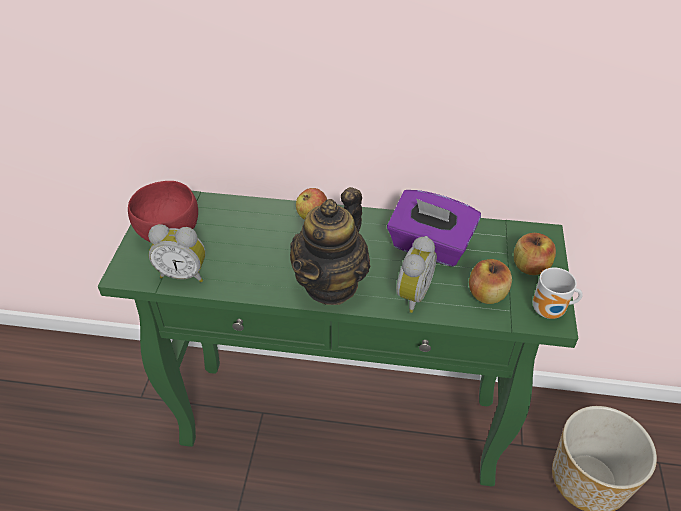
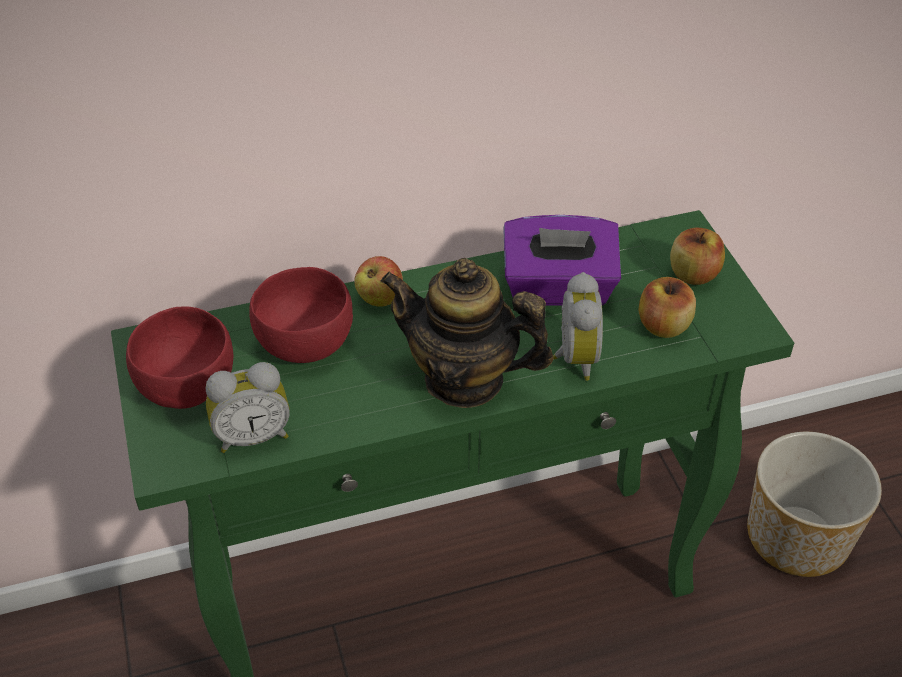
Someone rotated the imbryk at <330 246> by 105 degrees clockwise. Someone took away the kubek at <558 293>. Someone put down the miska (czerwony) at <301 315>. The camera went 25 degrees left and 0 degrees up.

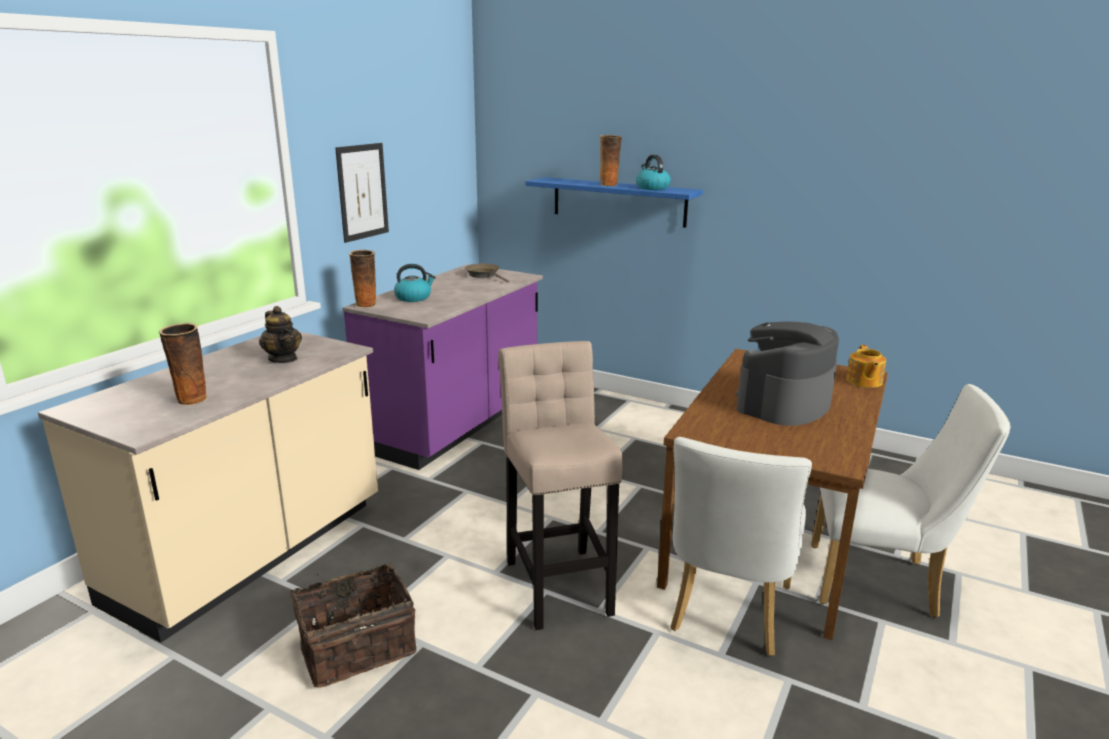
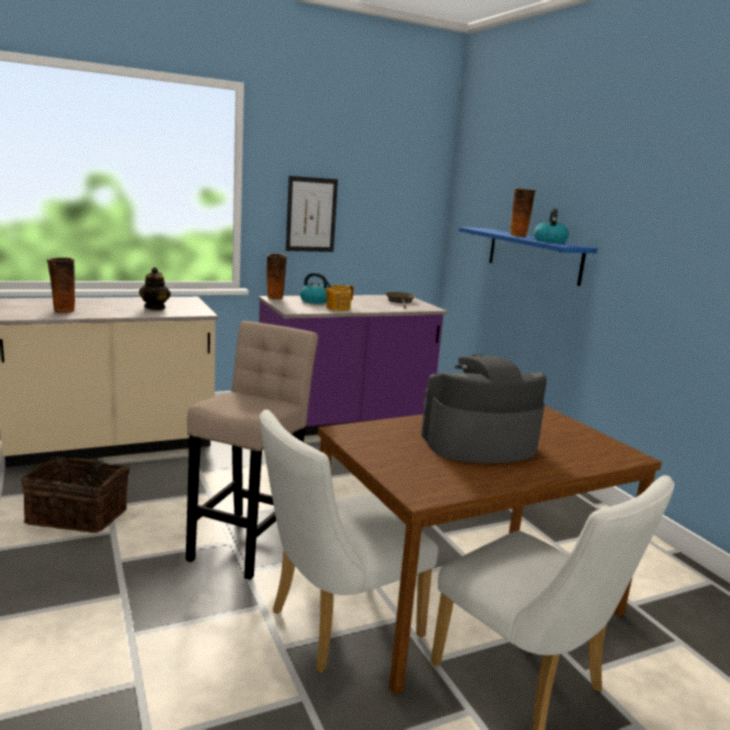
Someone carried the imbryk from <866 366> to <339 298>. The camera went 35 degrees right and 5 degrees down.

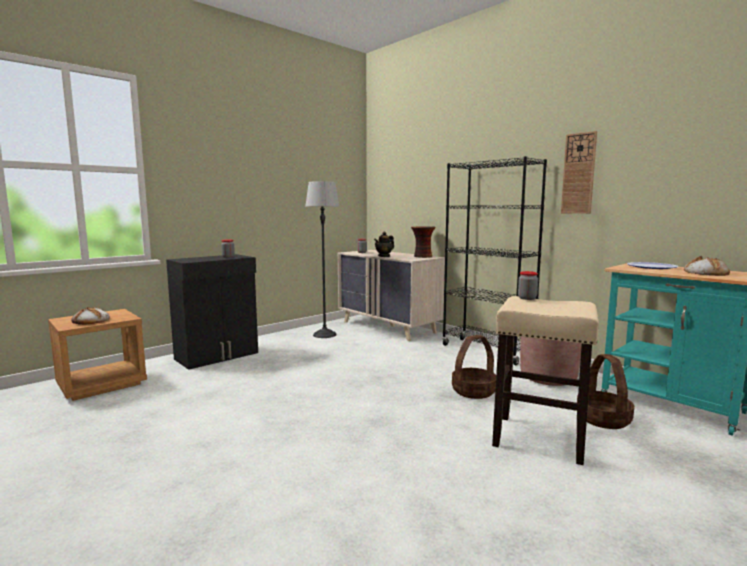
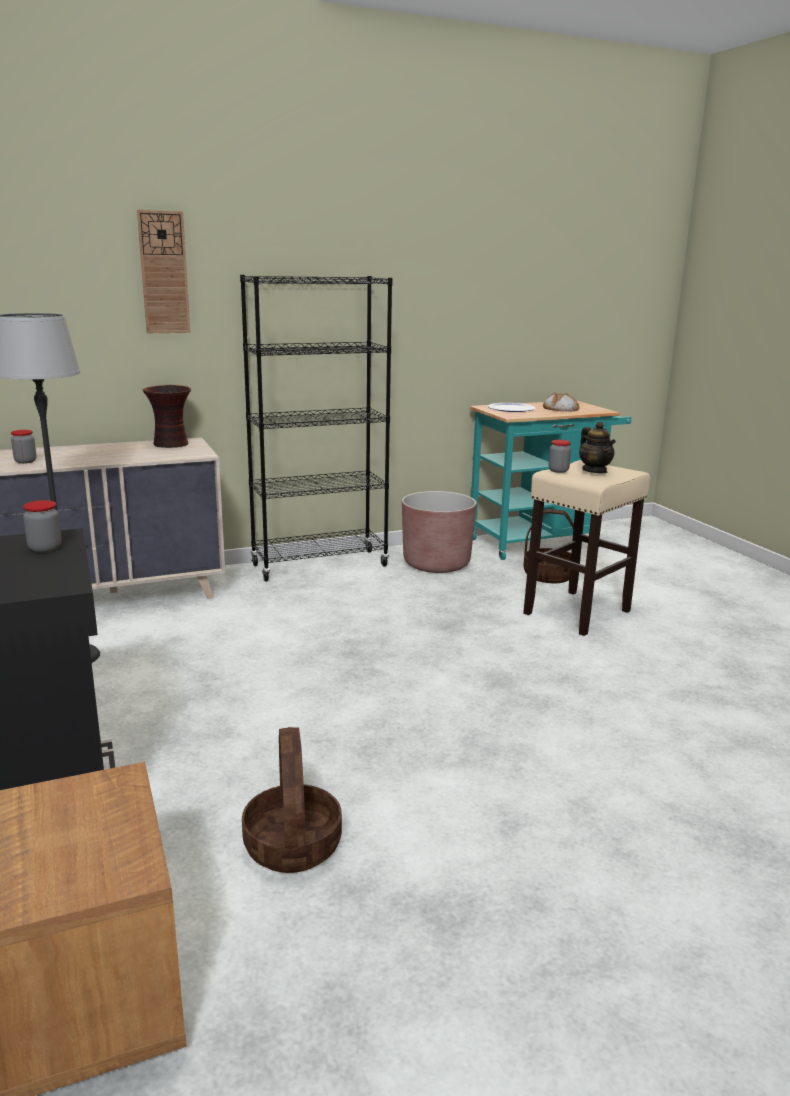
Someone took away the chleb at <90 316>. Someone carried the imbryk from <384 244> to <597 448>. Someone carried the koszyk from <474 367> to <292 800>. Someone carried the zegar ścienny from <579 172> to <164 271>. The camera went 70 degrees left and 10 degrees up.

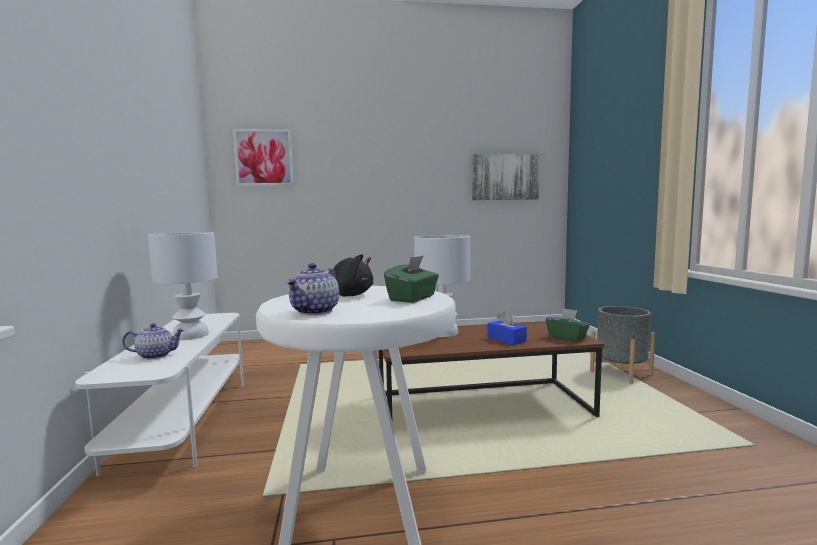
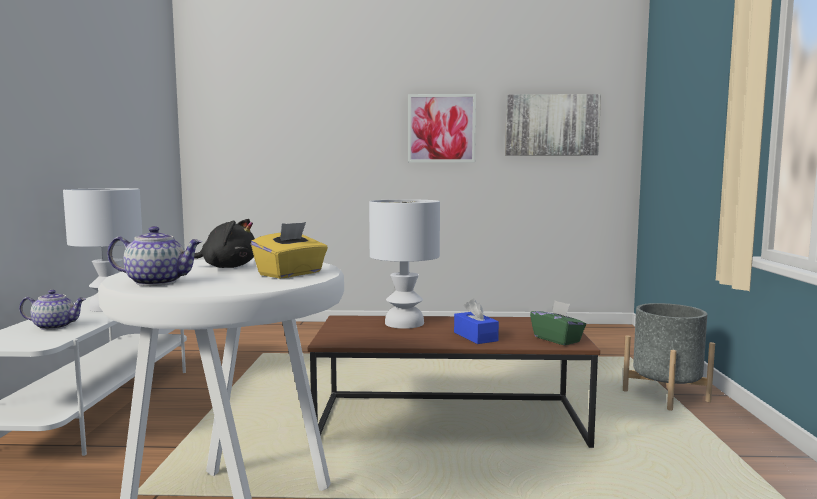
Someone carried the obraz from <263 157> to <442 128>. Someone rotated the imbryk at <312 289> by 120 degrees counterclockwise. Someone repainted the pudełko chusteczek (zielony) at <411 279>, which became the pudełko chusteczek (żółty) at <289 250>. The camera went 10 degrees right and 0 degrees up.

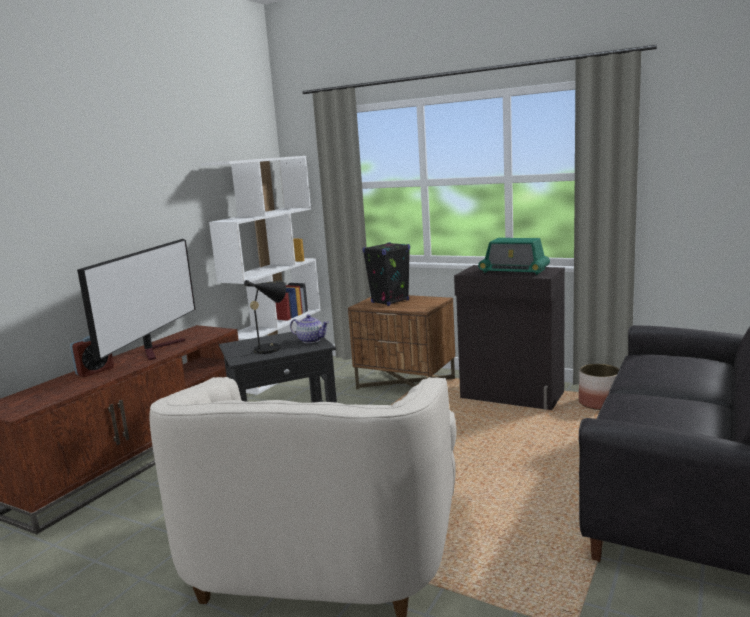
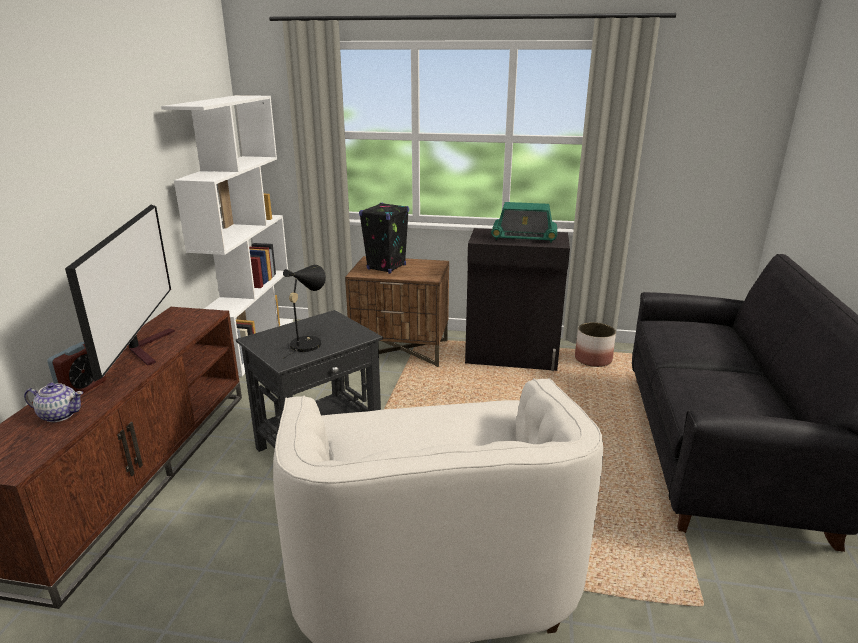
Someone carried the imbryk from <309 329> to <53 402>. The camera went 20 degrees left and 10 degrees up.

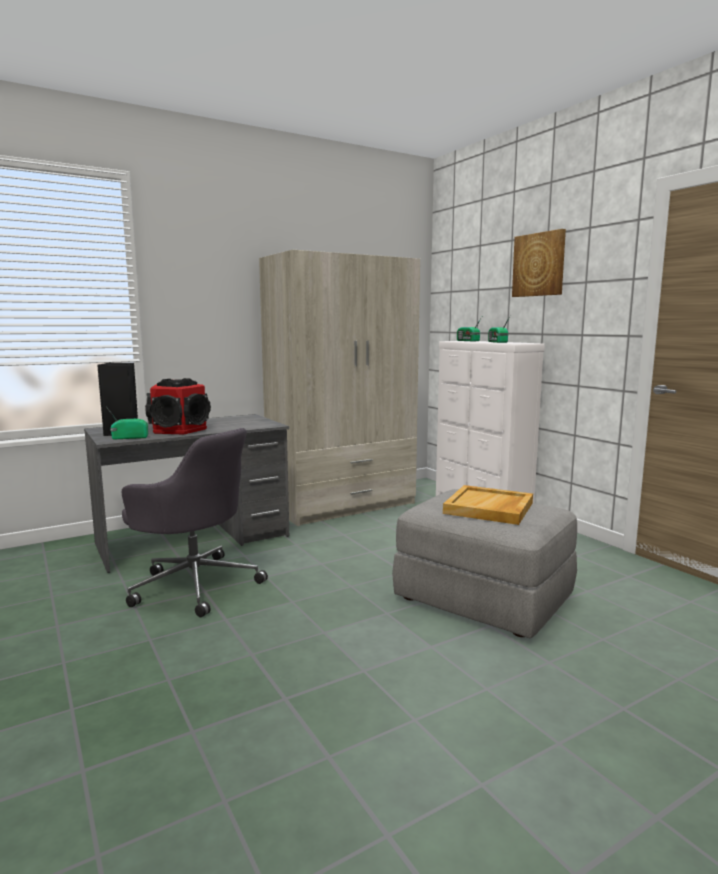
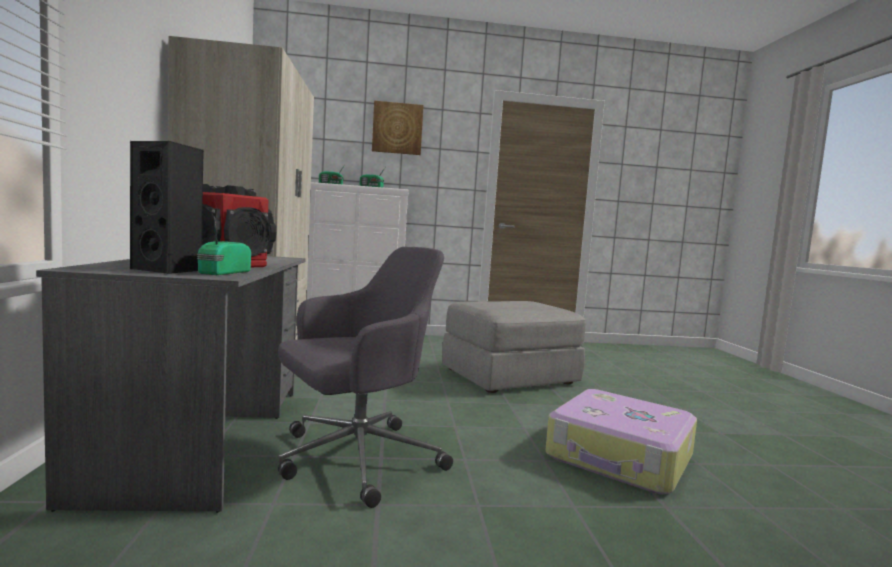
Someone took away the taca (beżowy) at <488 505>. Someone put down the walizka at <621 441>. The camera went 65 degrees left and 5 degrees down.

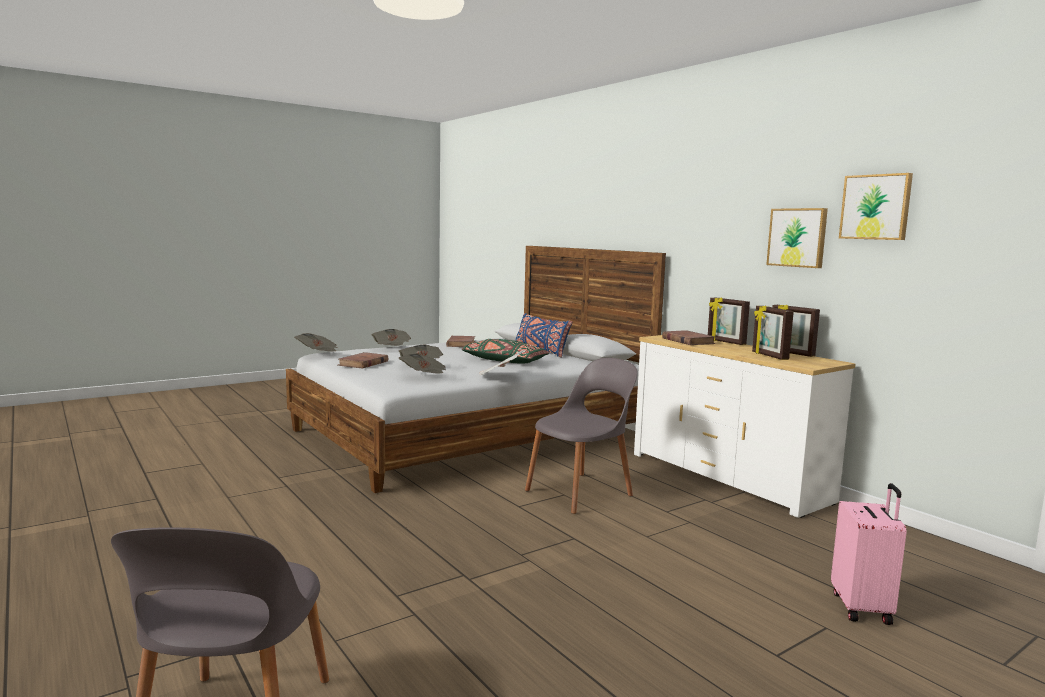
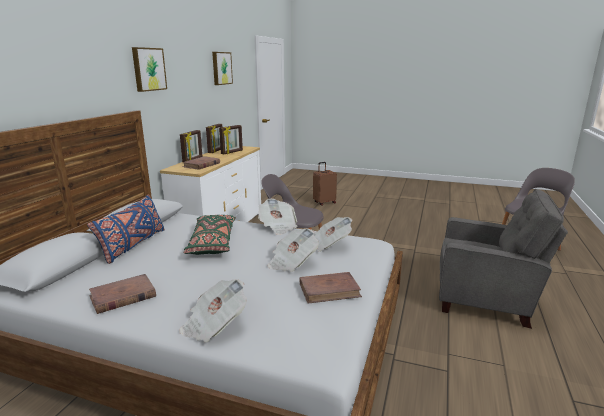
Someone took away the gazeta at <315 342>. Someone carried the obraz from <797 238> to <149 69>. Someone repainted the walizka (różowy) at <869 554>, which became the walizka (brązowy) at <325 184>. Someone put down the fotel (szary) at <503 259>. The camera went 125 degrees left and 10 degrees up.

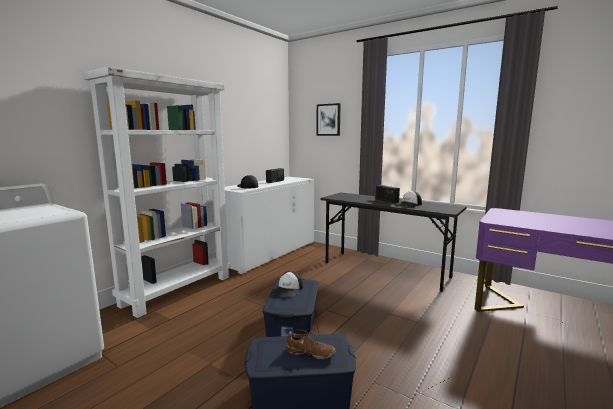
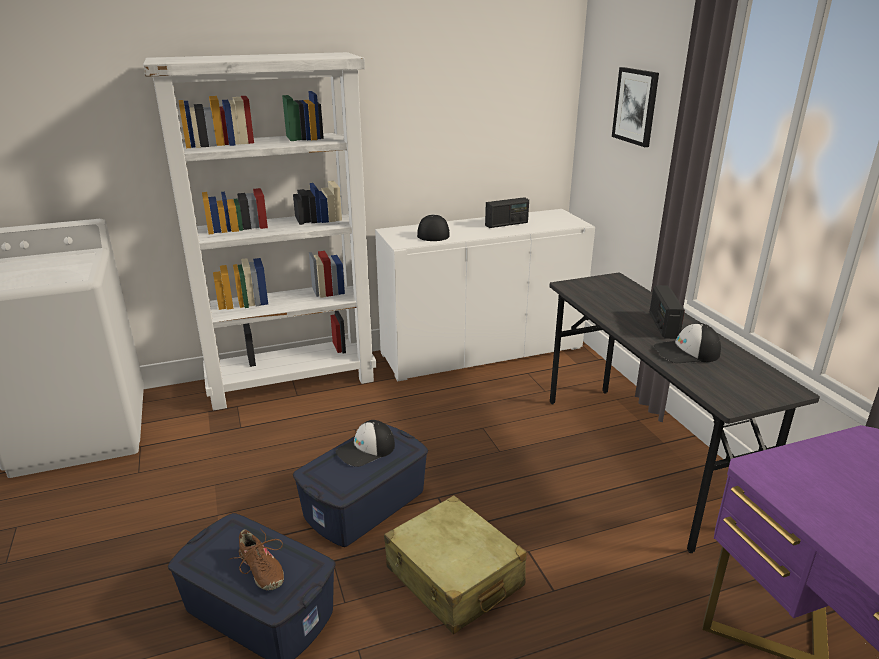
Someone put down the walizka (beżowy) at <455 564>. The camera went 35 degrees right and 15 degrees up.

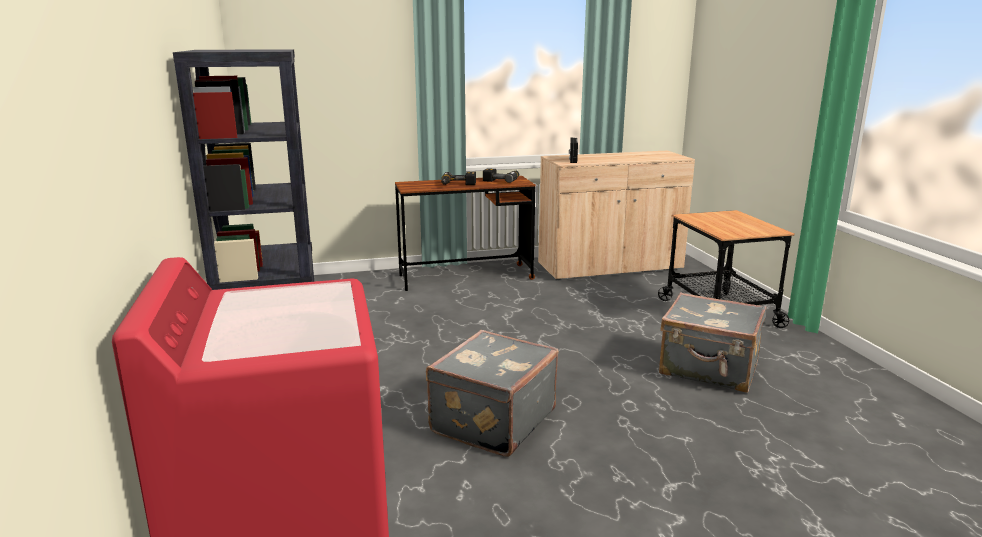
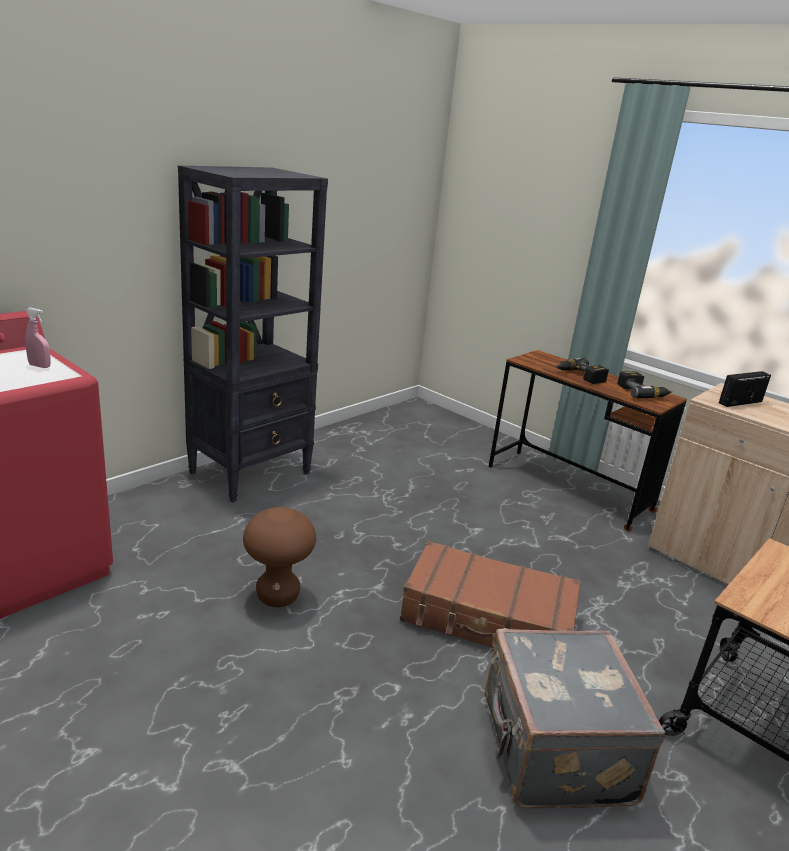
Someone swapped the walizka (szary) at <492 393> for the stołek (brązowy) at <279 557>. Someone put down the spryskiwacz (różowy) at <38 338>. Someone put down the walizka (brązowy) at <490 594>. The camera went 55 degrees right and 5 degrees up.

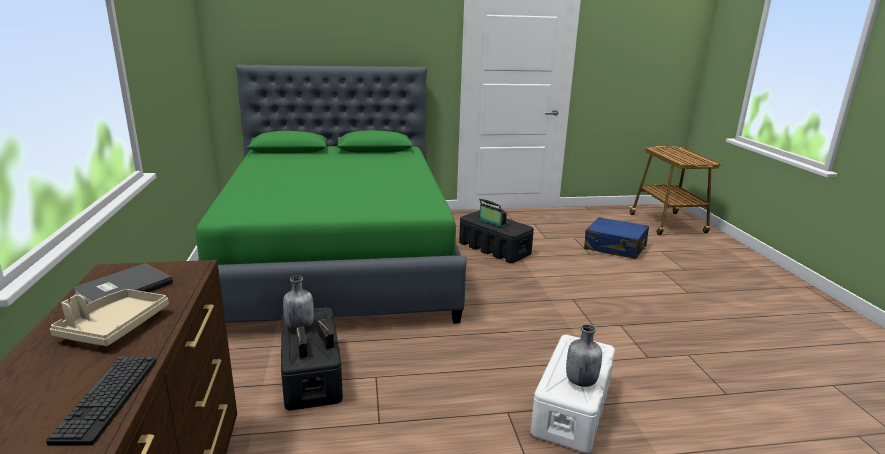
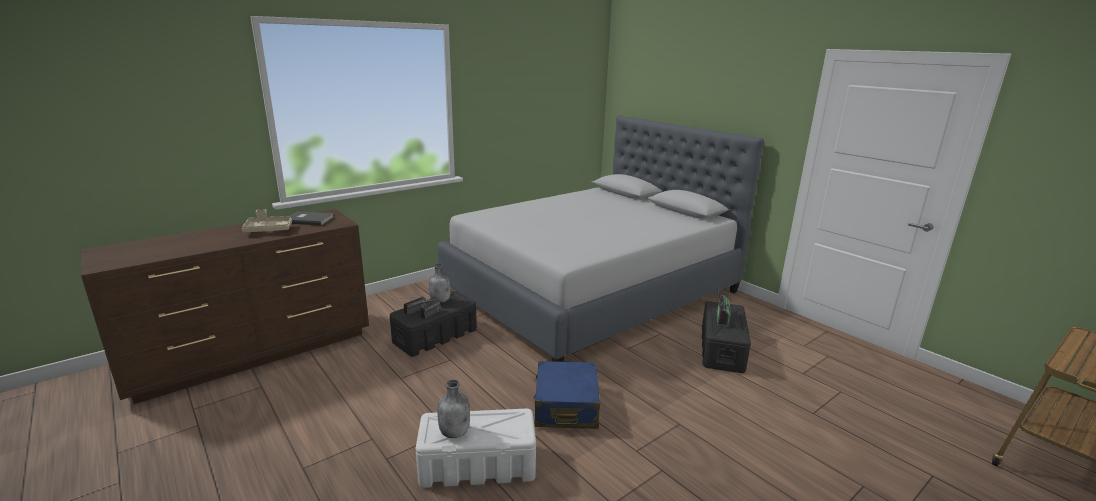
Someone took away the klawiatura at <101 401>. Someone repainted the łóżko (zielony) at <331 194>, which became the łóżko (szary) at <601 239>. Someone carried the walizka (niebieski) from <616 238> to <567 395>. The camera went 60 degrees right and 0 degrees up.

